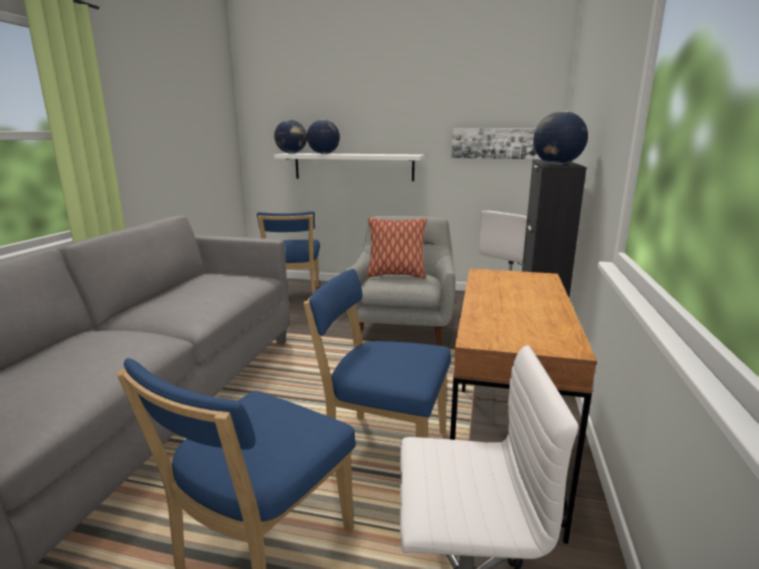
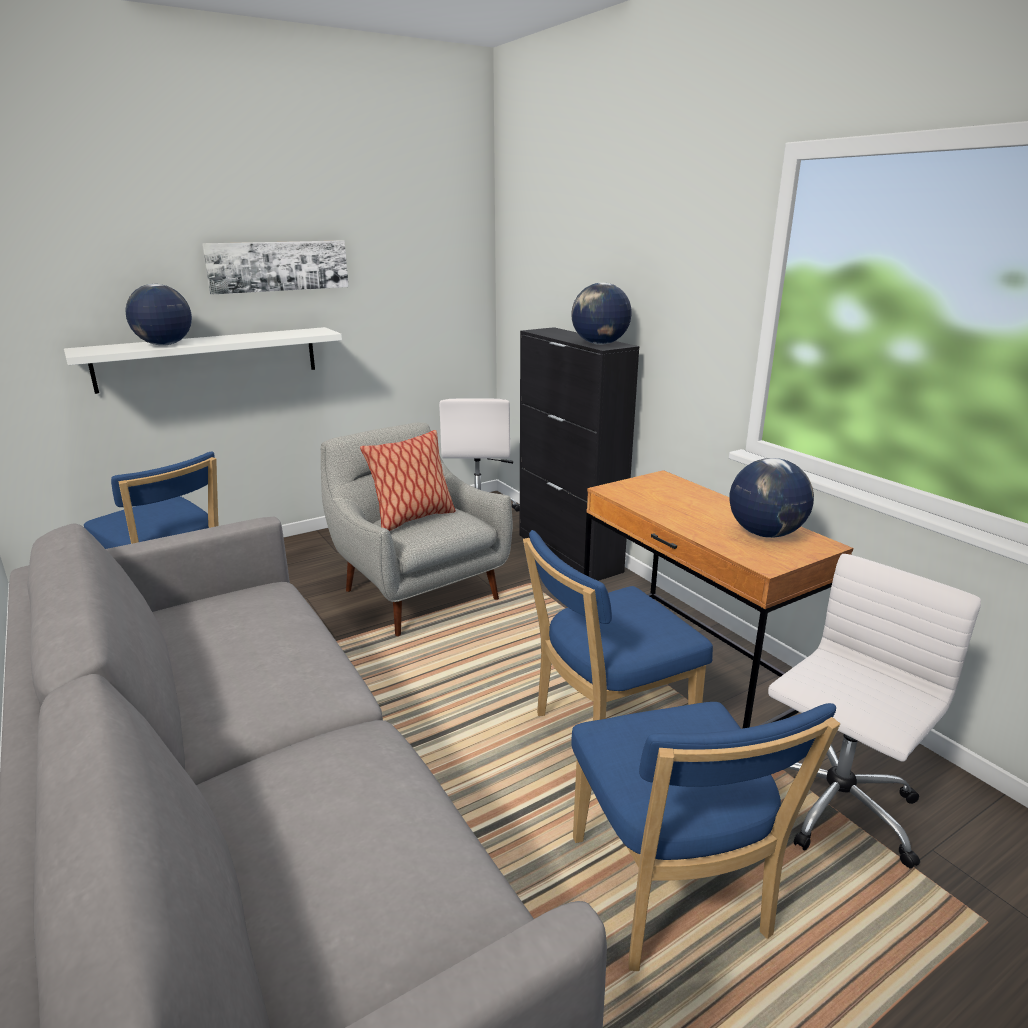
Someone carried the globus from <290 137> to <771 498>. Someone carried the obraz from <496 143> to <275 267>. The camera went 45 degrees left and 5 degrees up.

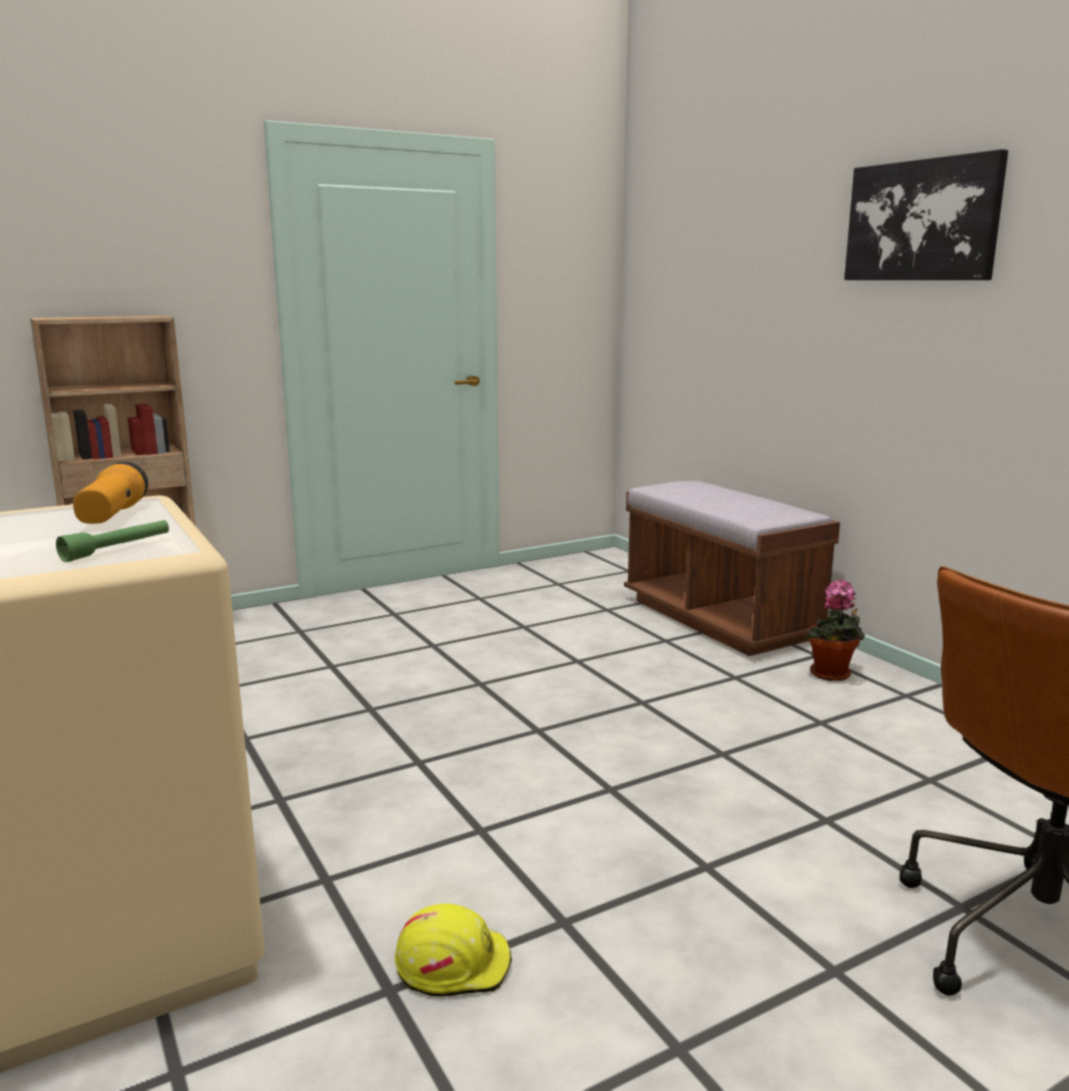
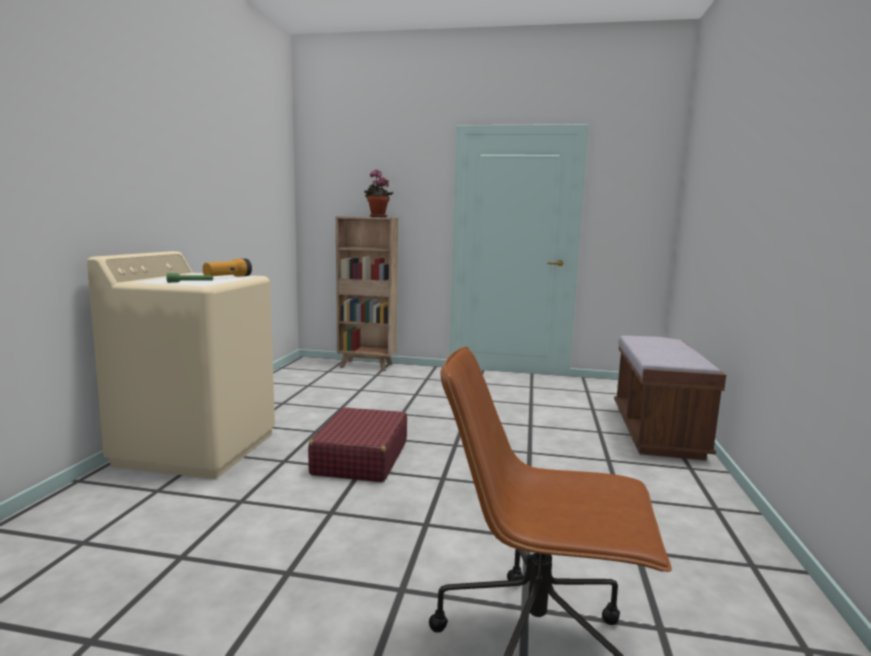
Someone took away the kask (żółty) at <453 950>. Someone carried the roślina doniczkowa from <835 630> to <378 193>. Someone took away the obraz at <926 214>. Someone put down the walizka (czerwony) at <357 444>. The camera went 40 degrees right and 5 degrees down.

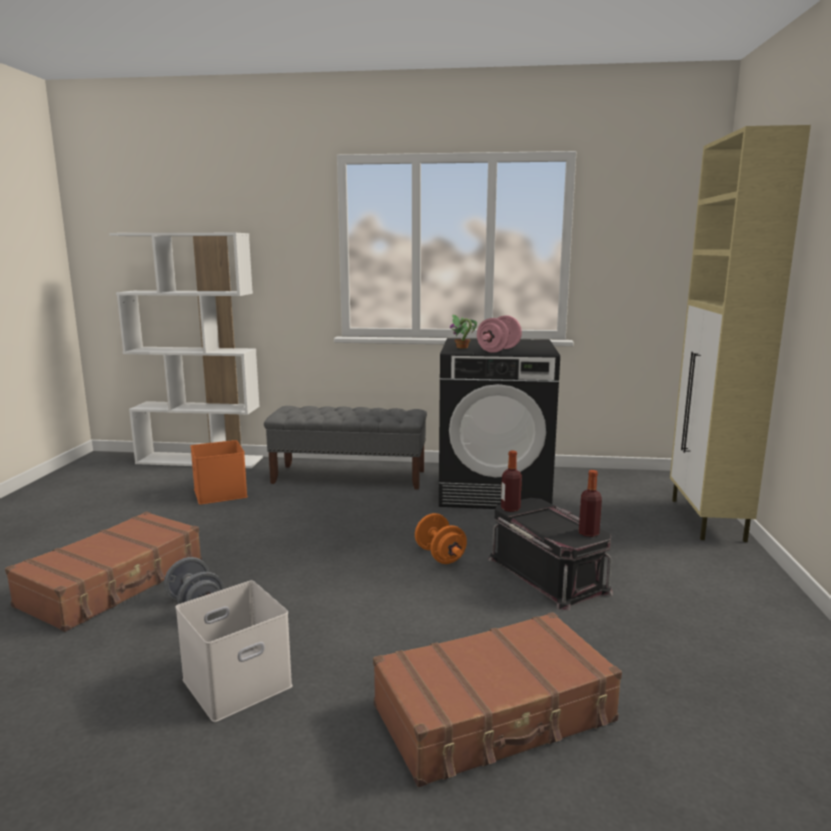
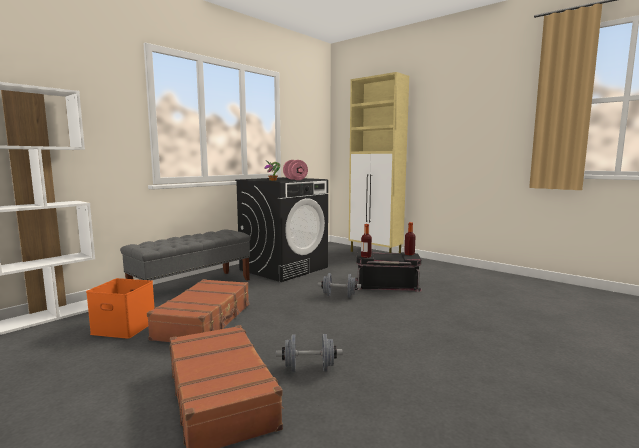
Someone took away the pojemnik do przechowywania (biały) at <234 651>. Someone carried the walizka (brązowy) from <497 699> to <198 310>. Someone repainted the hantel (pomarańczowy) at <441 538>, which became the hantel (szary) at <339 285>. The camera went 55 degrees left and 5 degrees down.

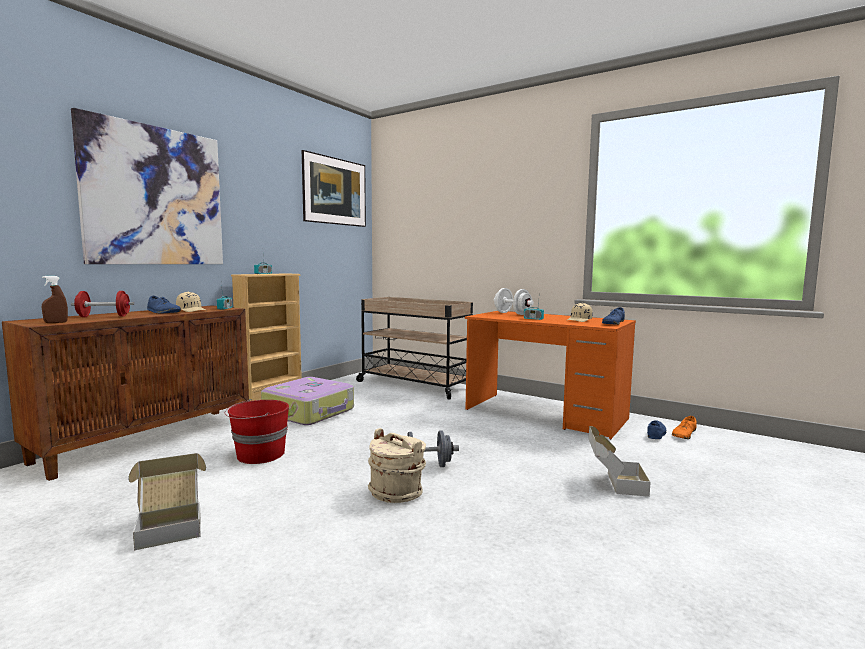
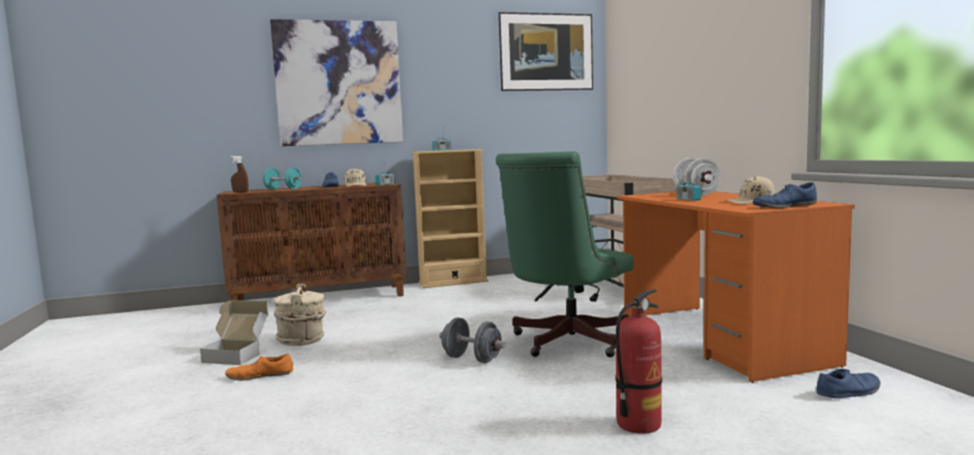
Someone repainted the hantel (czerwony) at <102 304>, which became the hantel (turkusowy) at <282 178>. Someone took away the wiadro (czerwony) at <257 431>. Someone took away the walizka at <307 401>. Someone carried the wiadro (beżowy) from <397 465> to <299 315>. Someone swapped the karton at <620 461> for the gaśnica at <638 361>. Someone carried the but (pomarańczowy) from <684 427> to <259 367>. Someone put down the krzesło biurowe (zielony) at <565 254>. The camera went 40 degrees right and 0 degrees up.

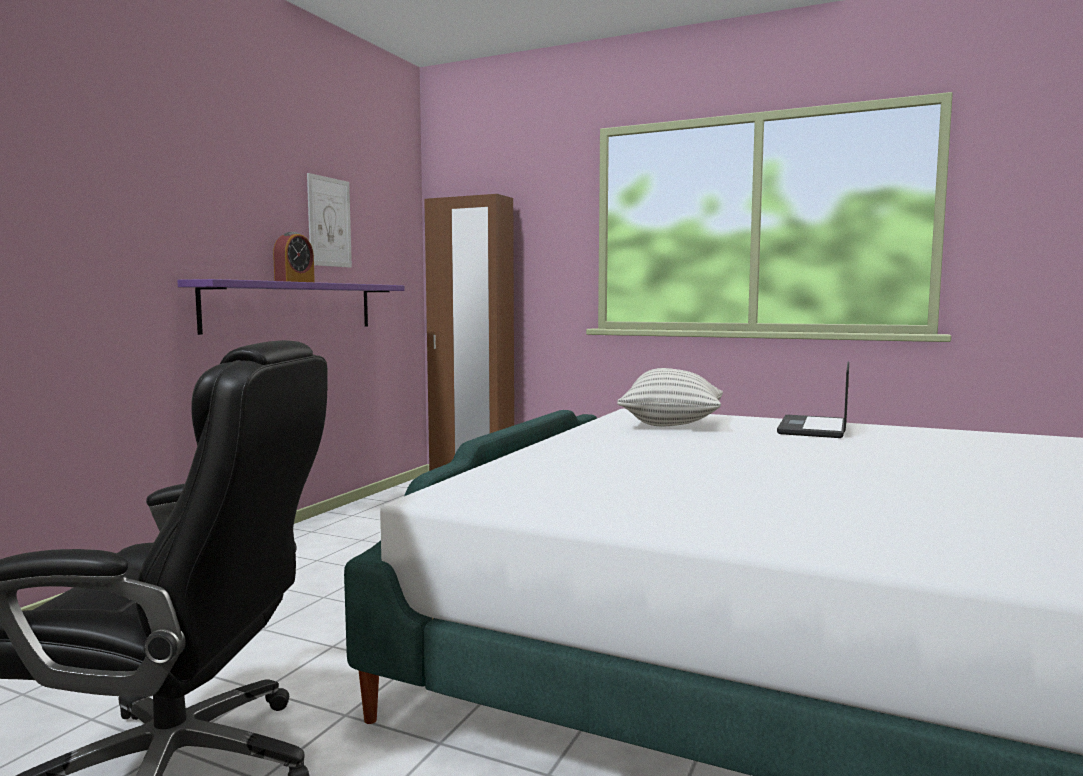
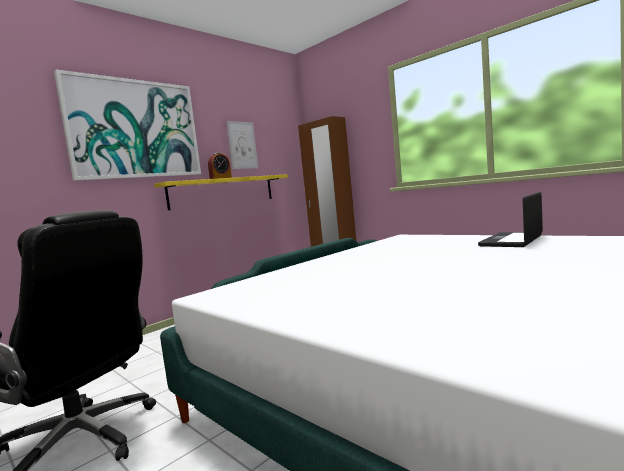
Someone repainted the półka (fioletowy) at <291 307>, which became the półka (żółty) at <221 192>. Someone took away the poduszka at <670 397>. Someone put up the obraz at <127 125>. The camera went 20 degrees right and 0 degrees up.

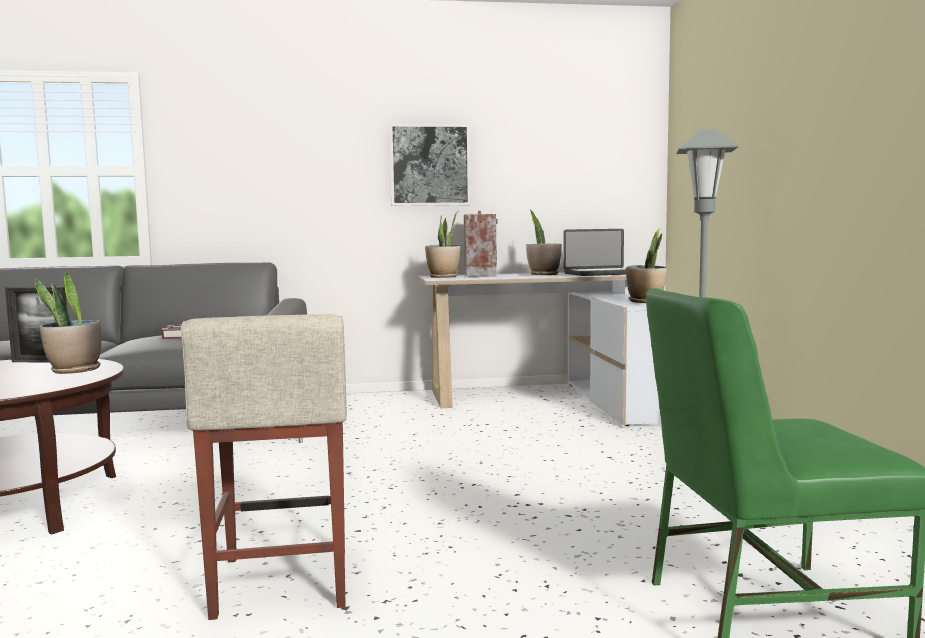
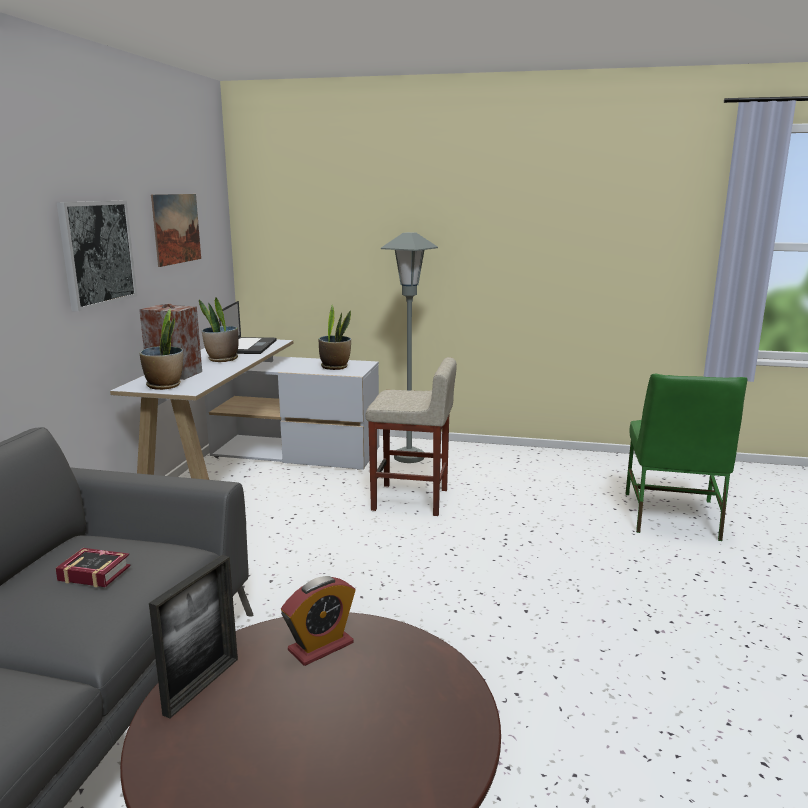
Someone swapped the roślina doniczkowa at <68 322> for the budzik at <318 621>. Someone carried the stołek (beżowy) from <264 467> to <411 436>. Someone put up the obraz at <176 230>. The camera went 70 degrees left and 10 degrees up.

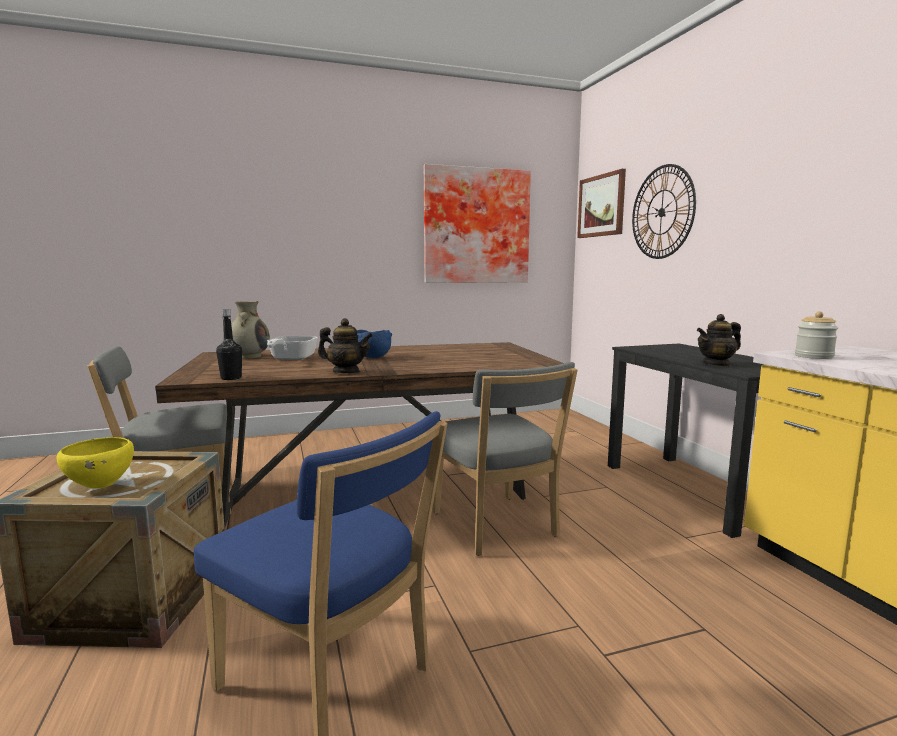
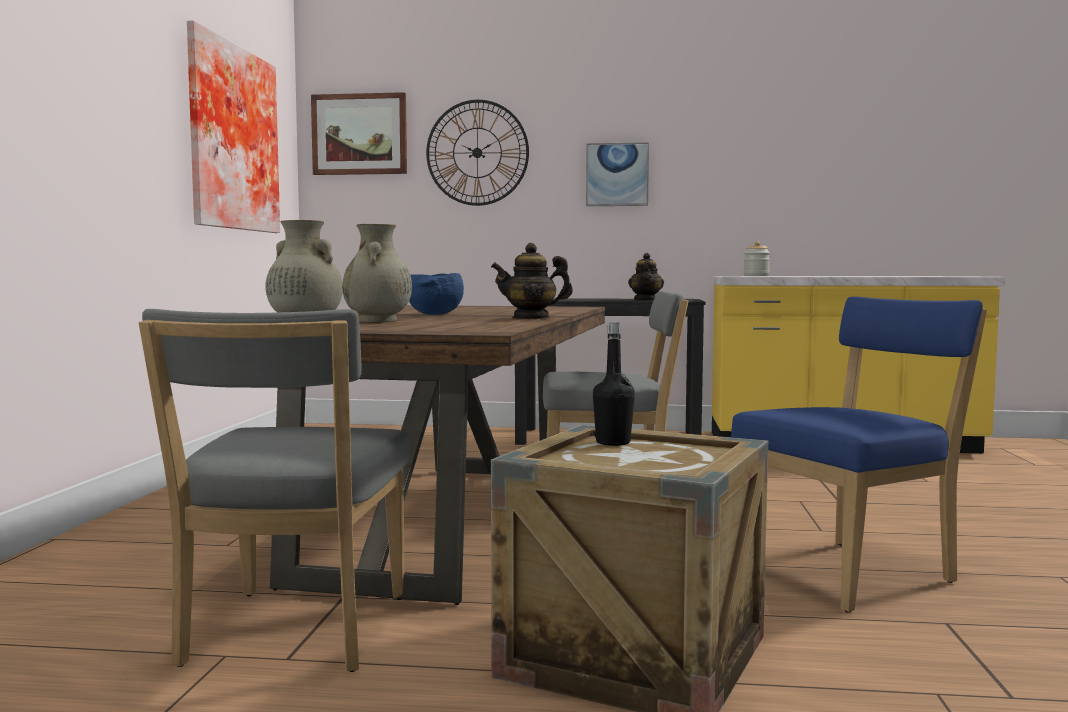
Someone took away the miska (żółty) at <95 463>. Someone carried the butelka (czarny) from <229 344> to <614 384>. Someone swapped the patelnia at <292 348> for the wazon (beżowy) at <377 273>. Someone rotated the imbryk at <345 345> by 135 degrees counterclockwise. Someone put up the obraz at <617 174>. The camera went 65 degrees left and 5 degrees down.

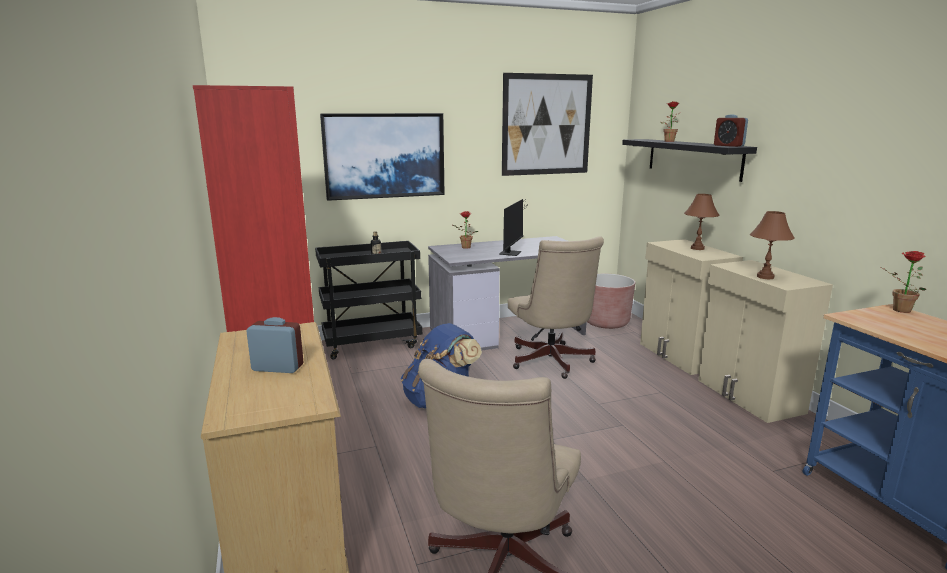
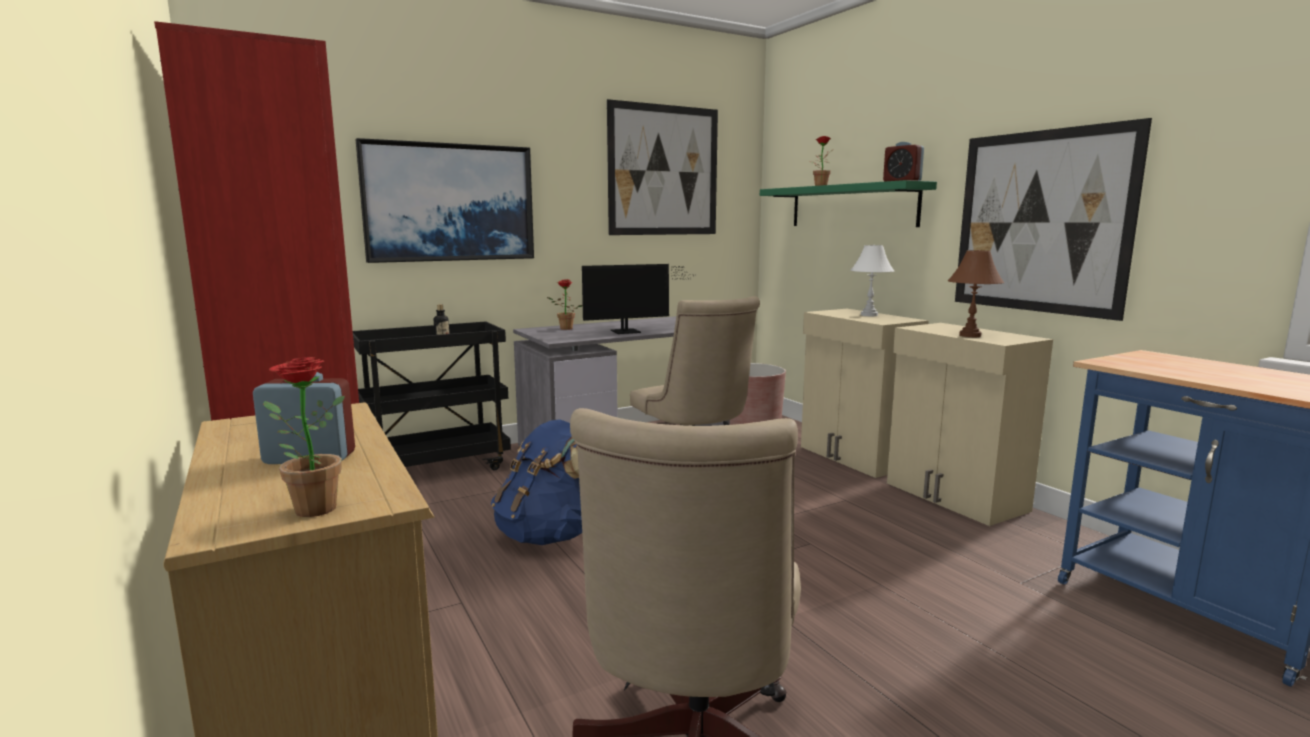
Someone rotated the monitor at <513 227> by 60 degrees clockwise. Someone repainted the półka (czarny) at <689 160>, which became the półka (zielony) at <848 203>. Someone repainted the lampa stołowa (brązowy) at <702 222>, which became the lampa stołowa (biały) at <872 280>. Someone carried the roślina doniczkowa from <903 282> to <304 437>. Someone put up the obraz at <1053 219>. The camera went 10 degrees left and 5 degrees down.

